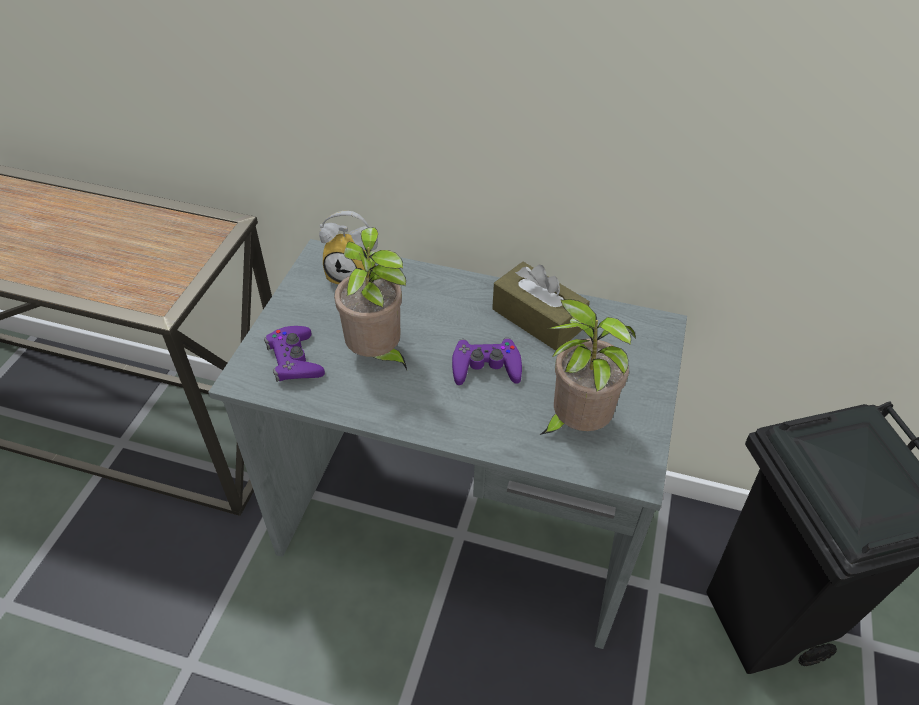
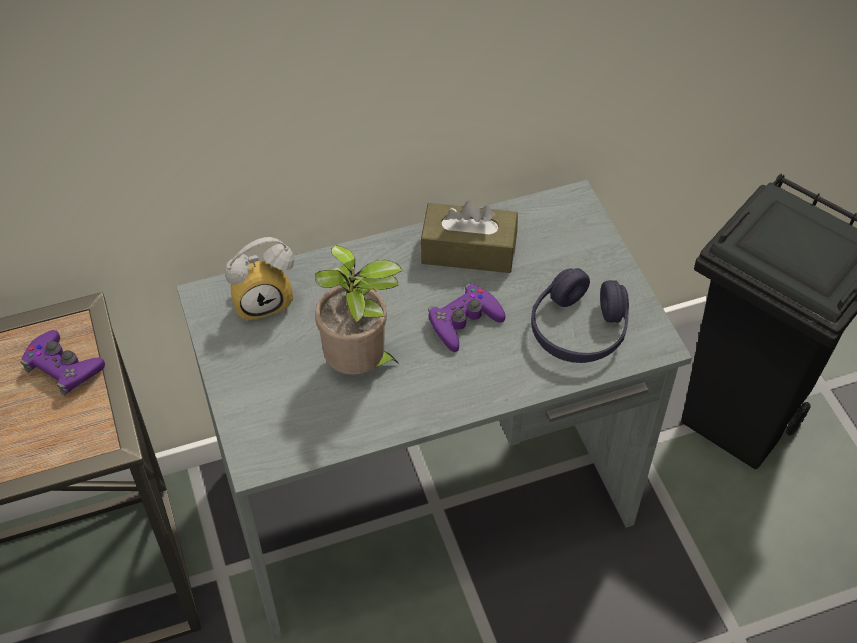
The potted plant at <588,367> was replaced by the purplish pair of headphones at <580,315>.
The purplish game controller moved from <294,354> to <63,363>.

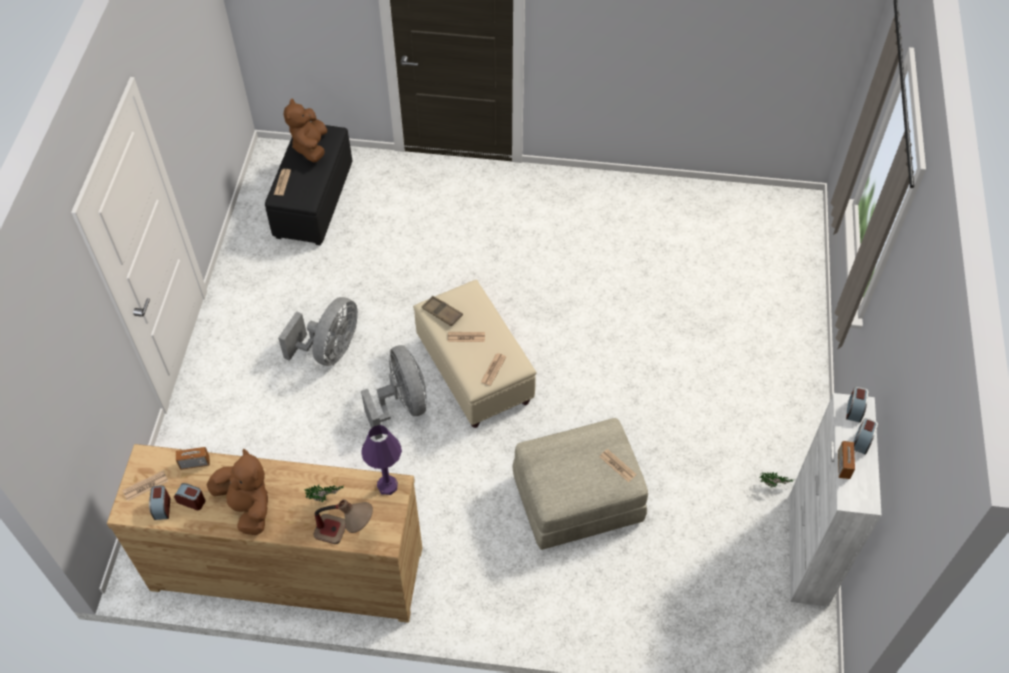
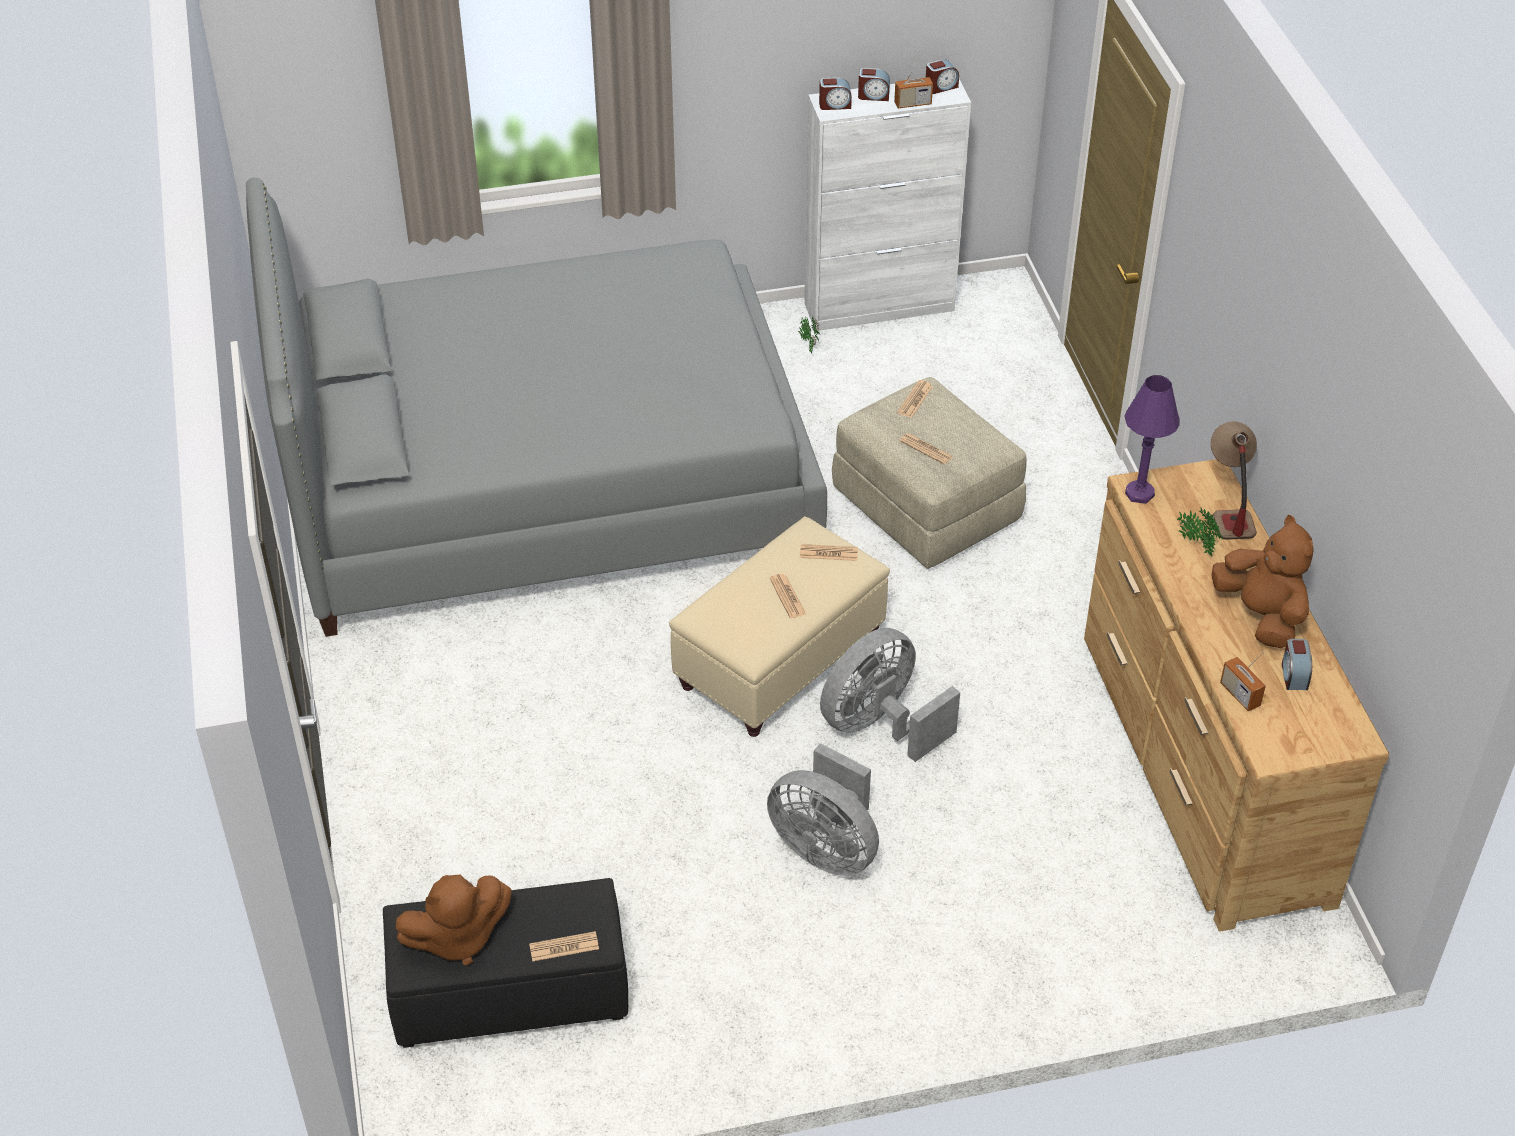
The brownish tray at <442,311> disappeared.
The greyish cooling fan at <318,331> turned 150 degrees counterclockwise.
The brownish soft toy at <237,492> turned 120 degrees clockwise.
The printed paper moved from <145,486> to <926,448>.
The table clock moved from <159,502> to <942,76>.
The greyish bedroom bed at <536,407> appeared.

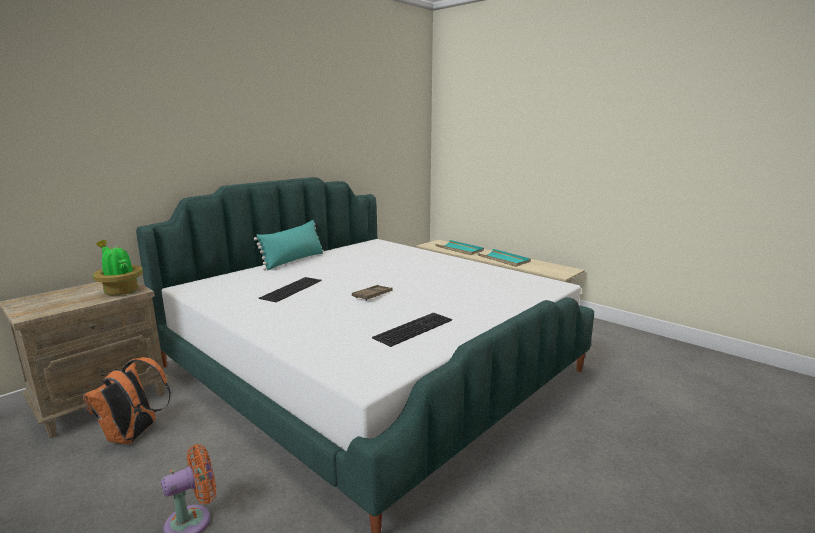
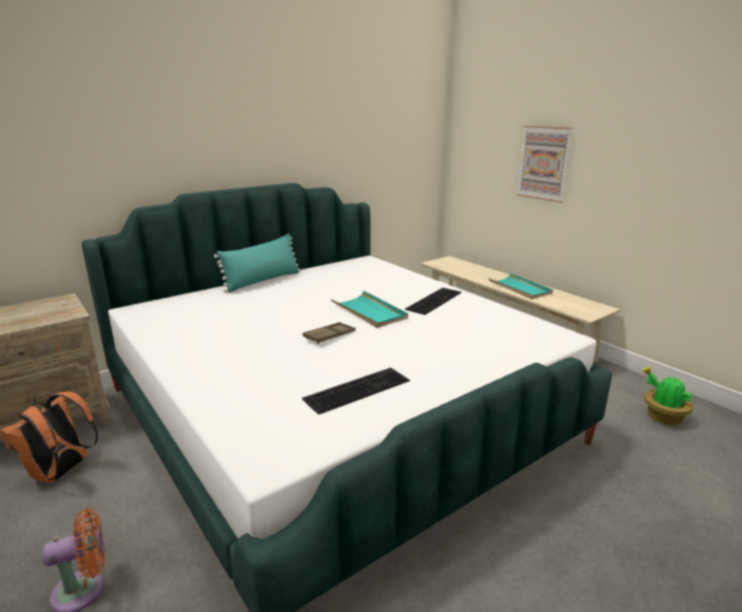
The potted plant moved from <118,267> to <667,395>.
The turquoise tray moved from <459,247> to <369,309>.
The computer keyboard moved from <290,289> to <433,301>.
The wall art at <544,164> appeared.

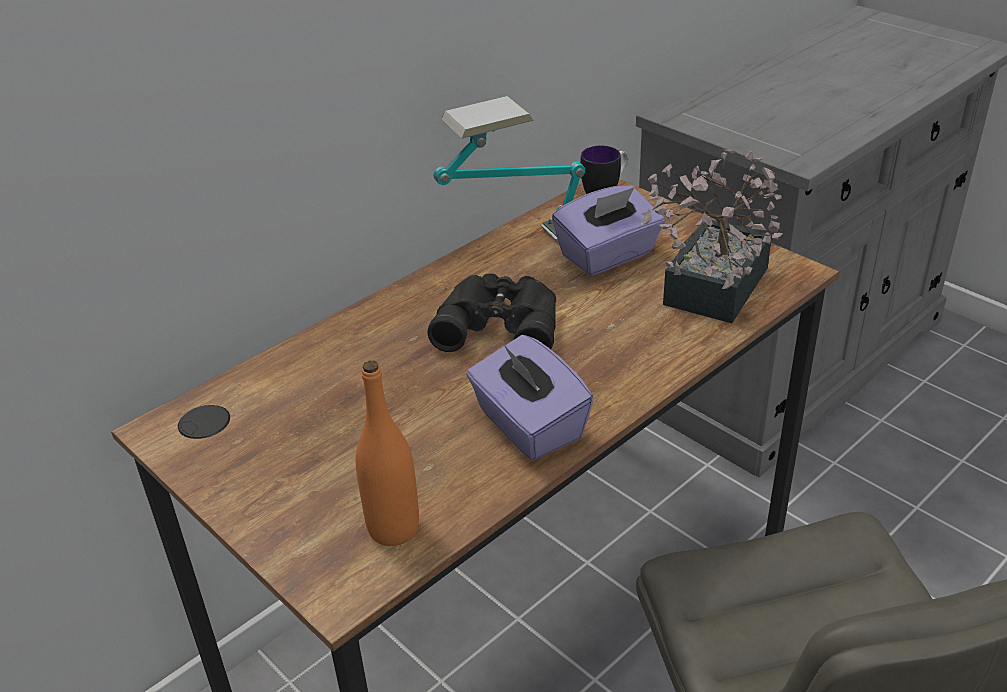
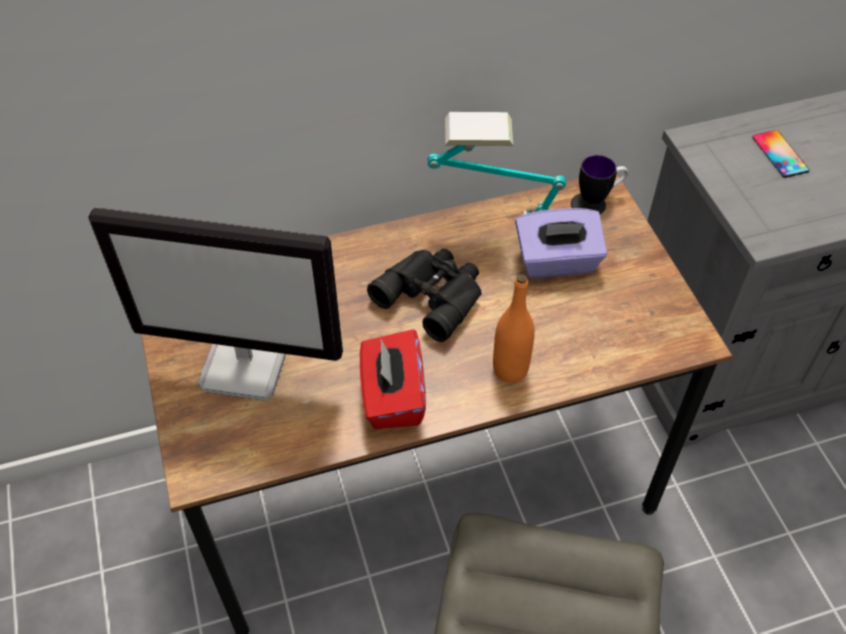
The potted plant at <712,236> disappeared.
The purplish box of tissues at <530,398> became the reddish box of tissues at <393,379>.
The orange-coloured beverage bottle moved from <387,453> to <514,328>.
The handset at <781,154> appeared.
The monitor at <215,304> appeared.

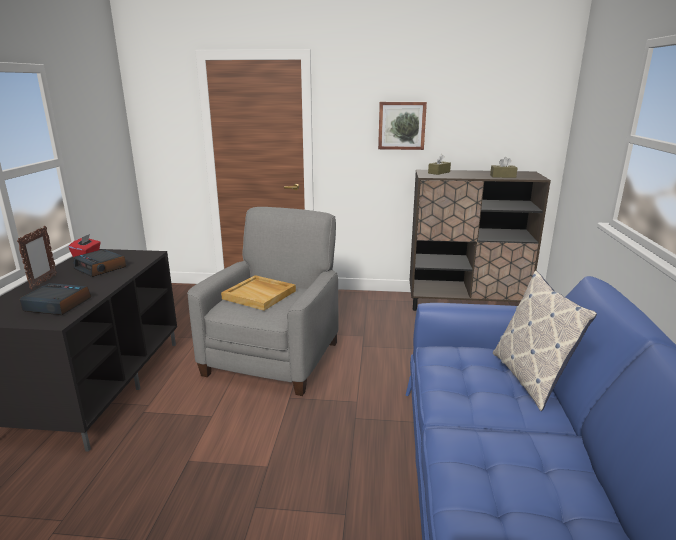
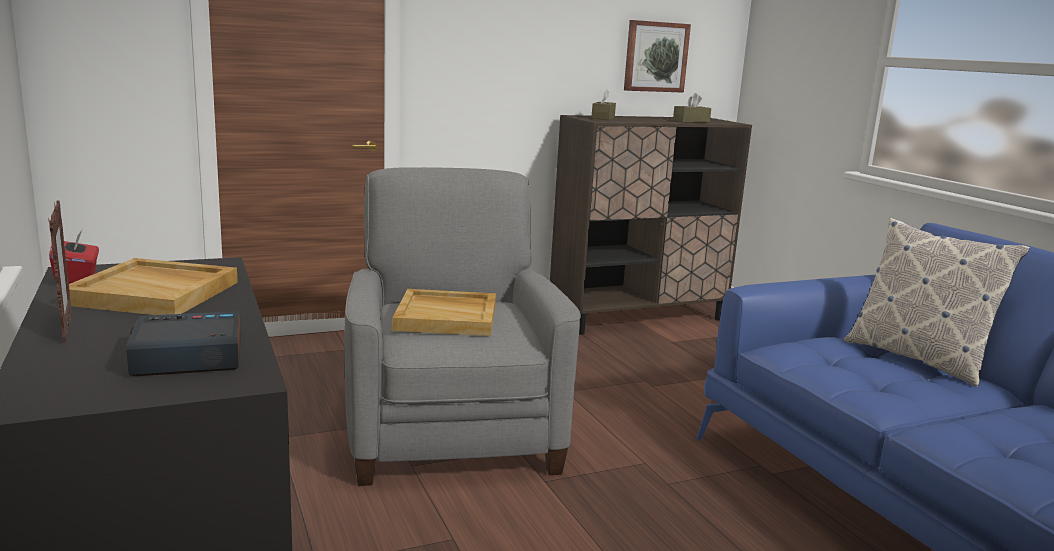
The wall art moved from <402,126> to <657,56>.
The table clock at <99,263> was replaced by the beige tray at <153,286>.

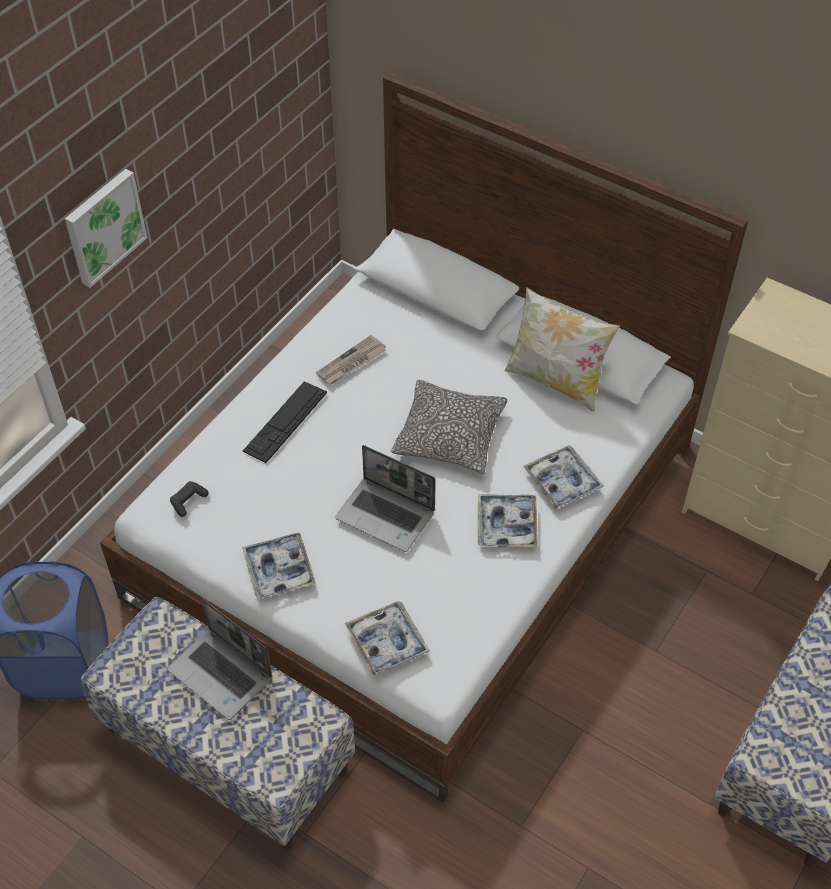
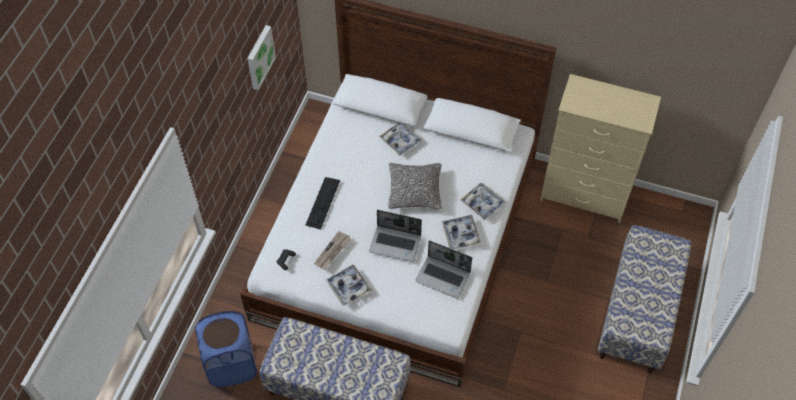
The wall art moved from <106,228> to <261,57>.
The pillow at <562,349> disappeared.
The printed paper moved from <351,360> to <332,250>.
The portable computer moved from <219,659> to <443,269>.
The tray moved from <387,638> to <400,139>.

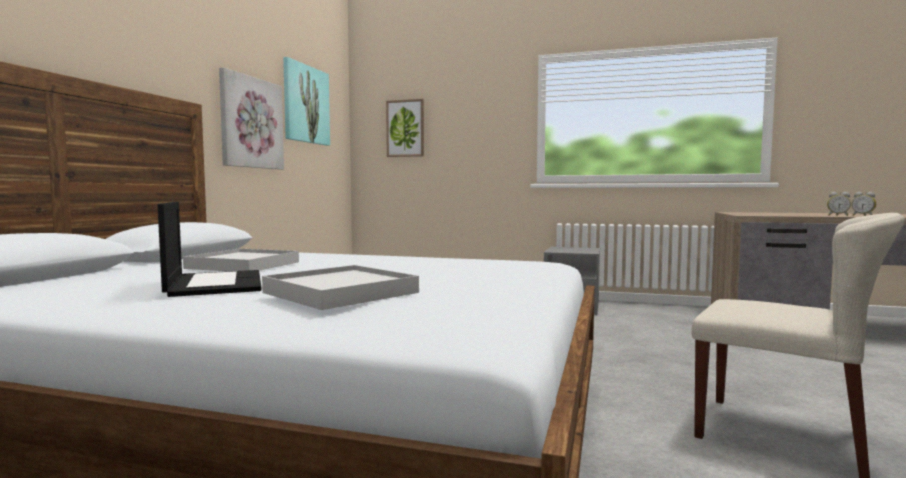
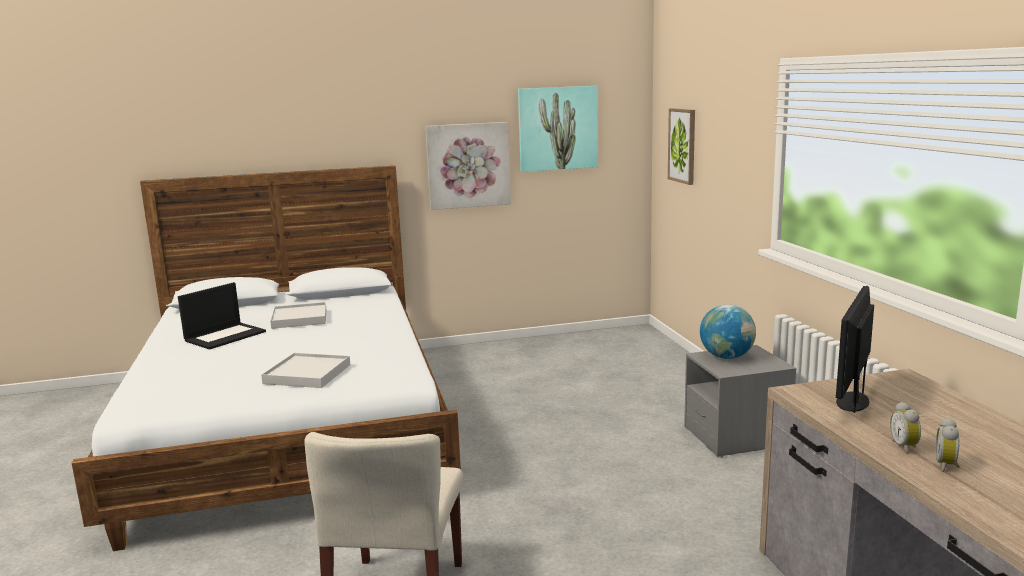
The whitish tray moved from <340,287> to <305,370>.
The monitor at <855,349> appeared.
The desk globe at <728,331> appeared.

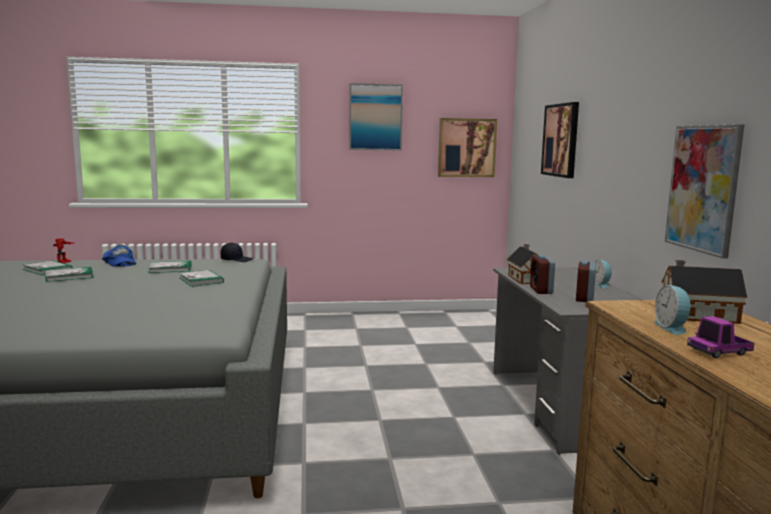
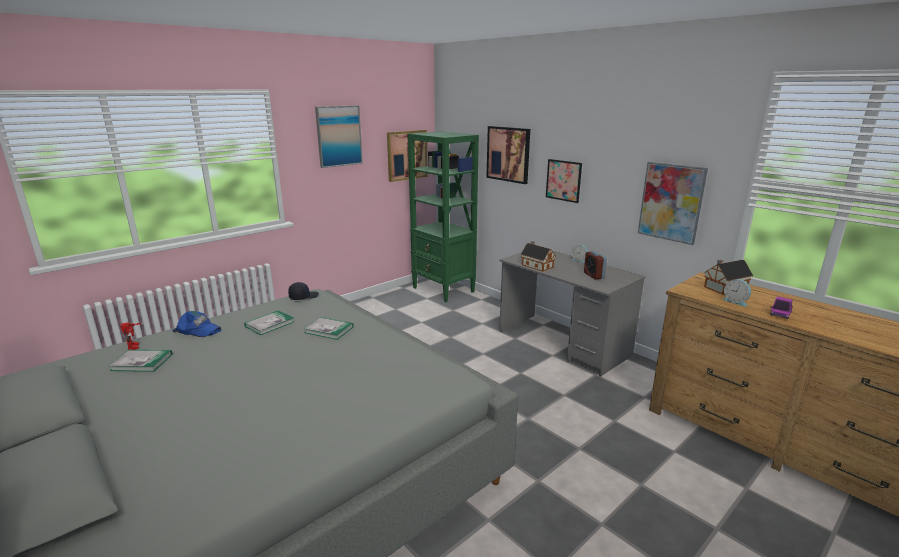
The table clock at <542,274> disappeared.
The book at <69,274> disappeared.
The green-coloured bookcase at <443,216> appeared.
The wall art at <564,181> appeared.

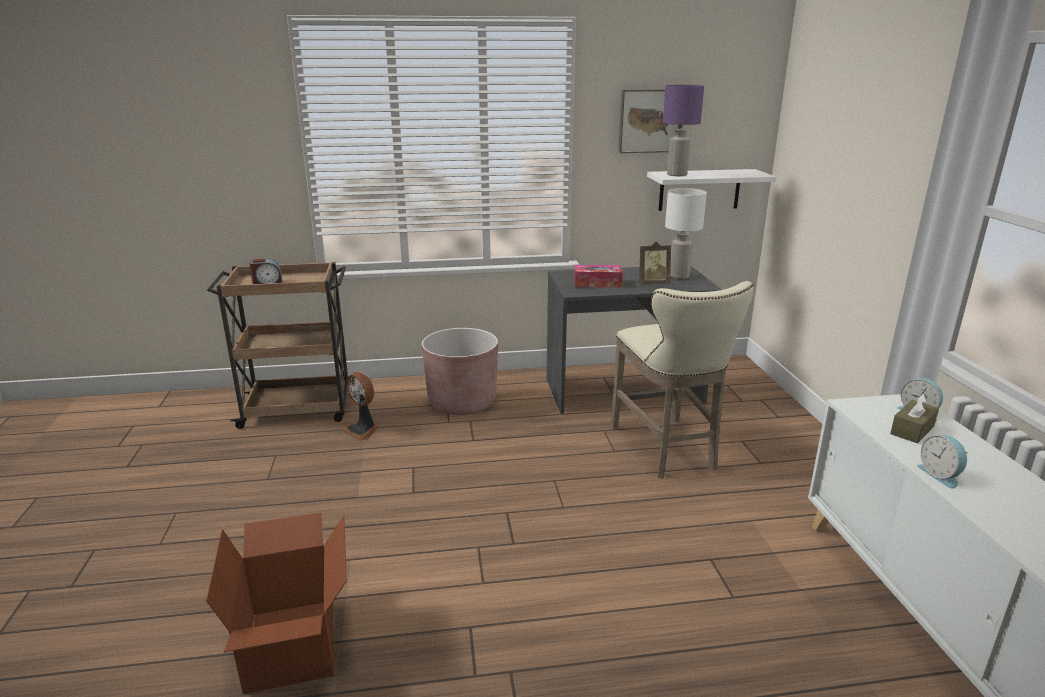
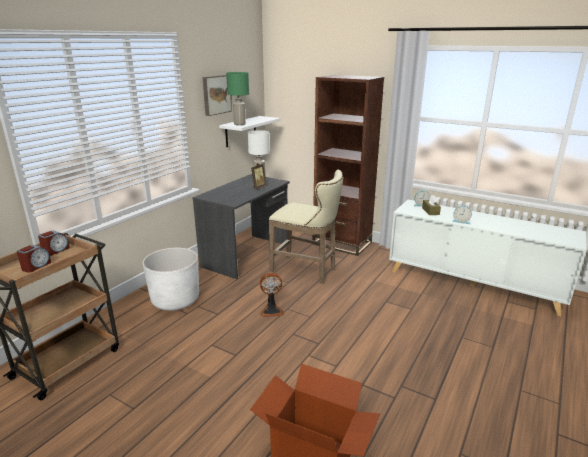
The purplish lamp for a table at <683,130> became the green-coloured lamp for a table at <237,98>.
The box of tissues at <598,276> disappeared.
The brownish plant pot at <460,371> became the whitish plant pot at <171,279>.
The cooling fan moved from <360,406> to <272,295>.
The brownish bookcase at <348,165> appeared.
The table clock at <54,243> appeared.

